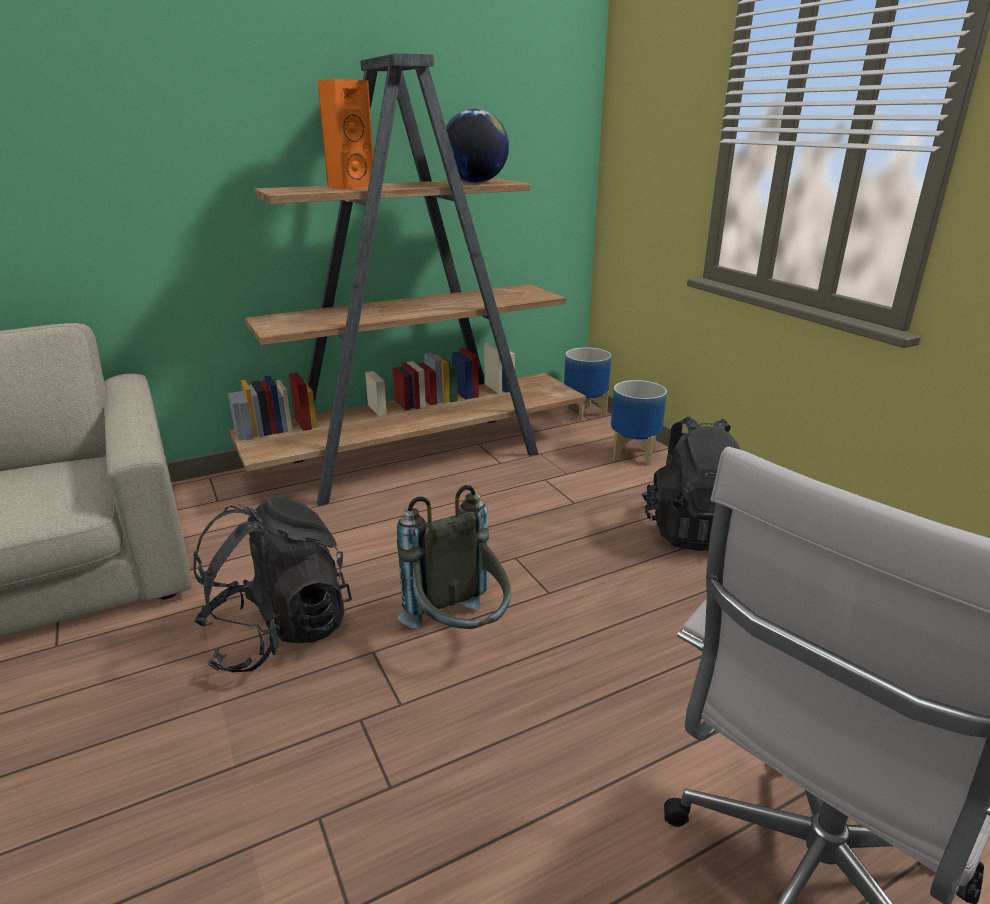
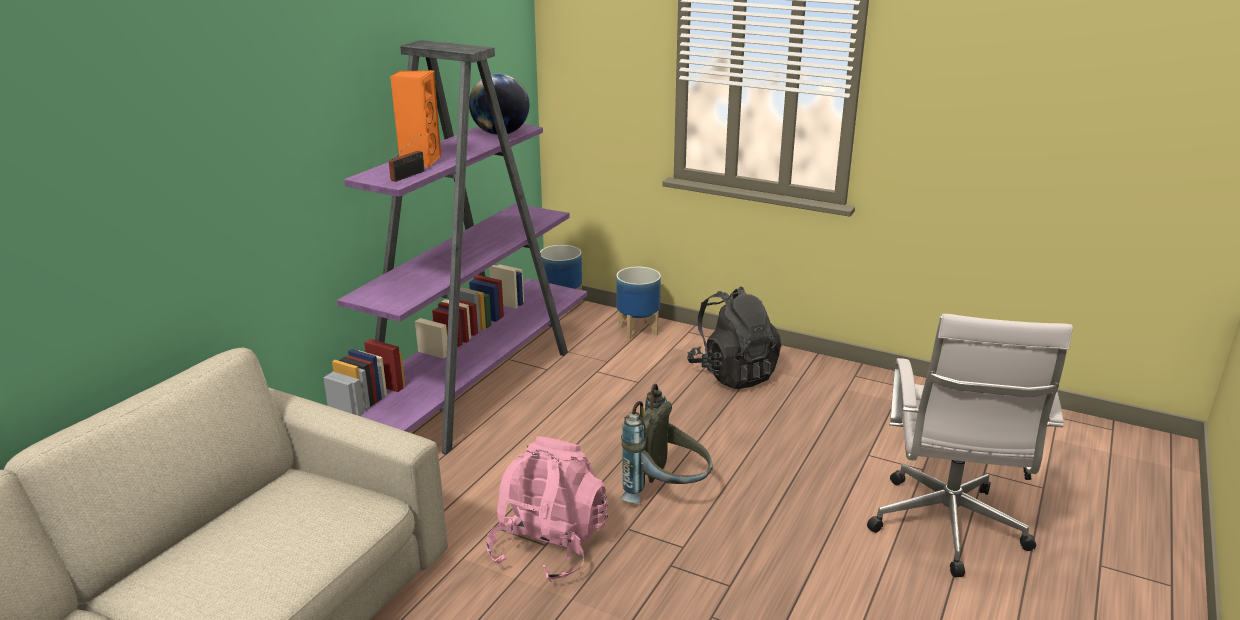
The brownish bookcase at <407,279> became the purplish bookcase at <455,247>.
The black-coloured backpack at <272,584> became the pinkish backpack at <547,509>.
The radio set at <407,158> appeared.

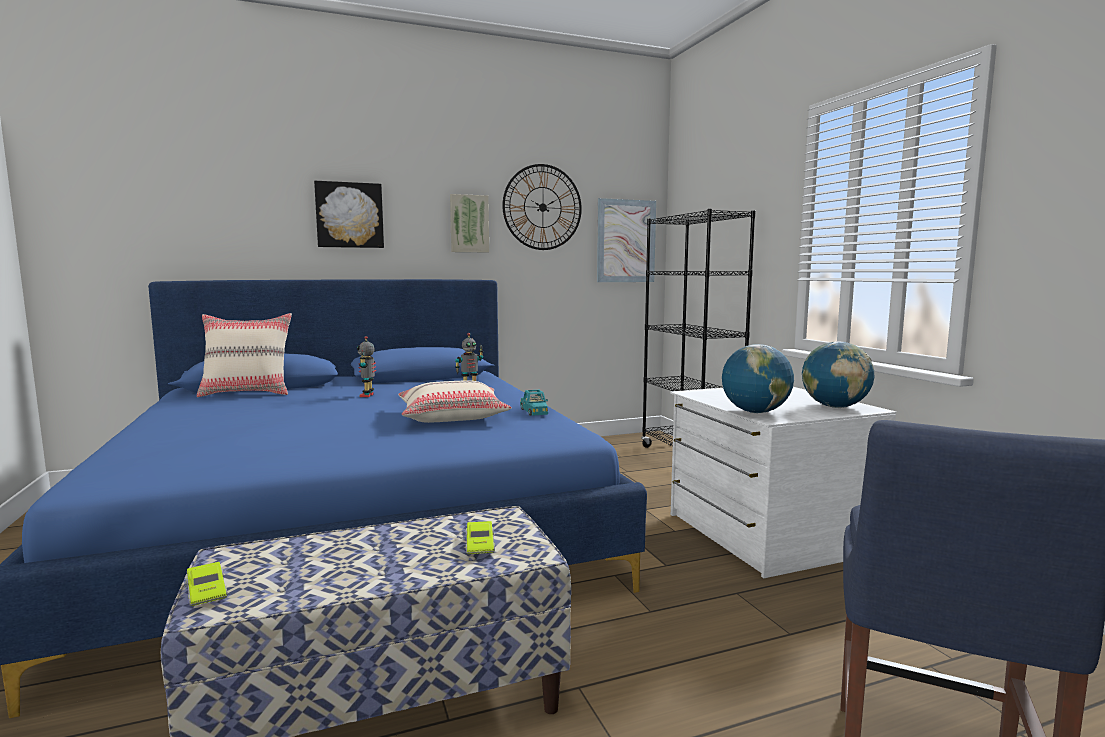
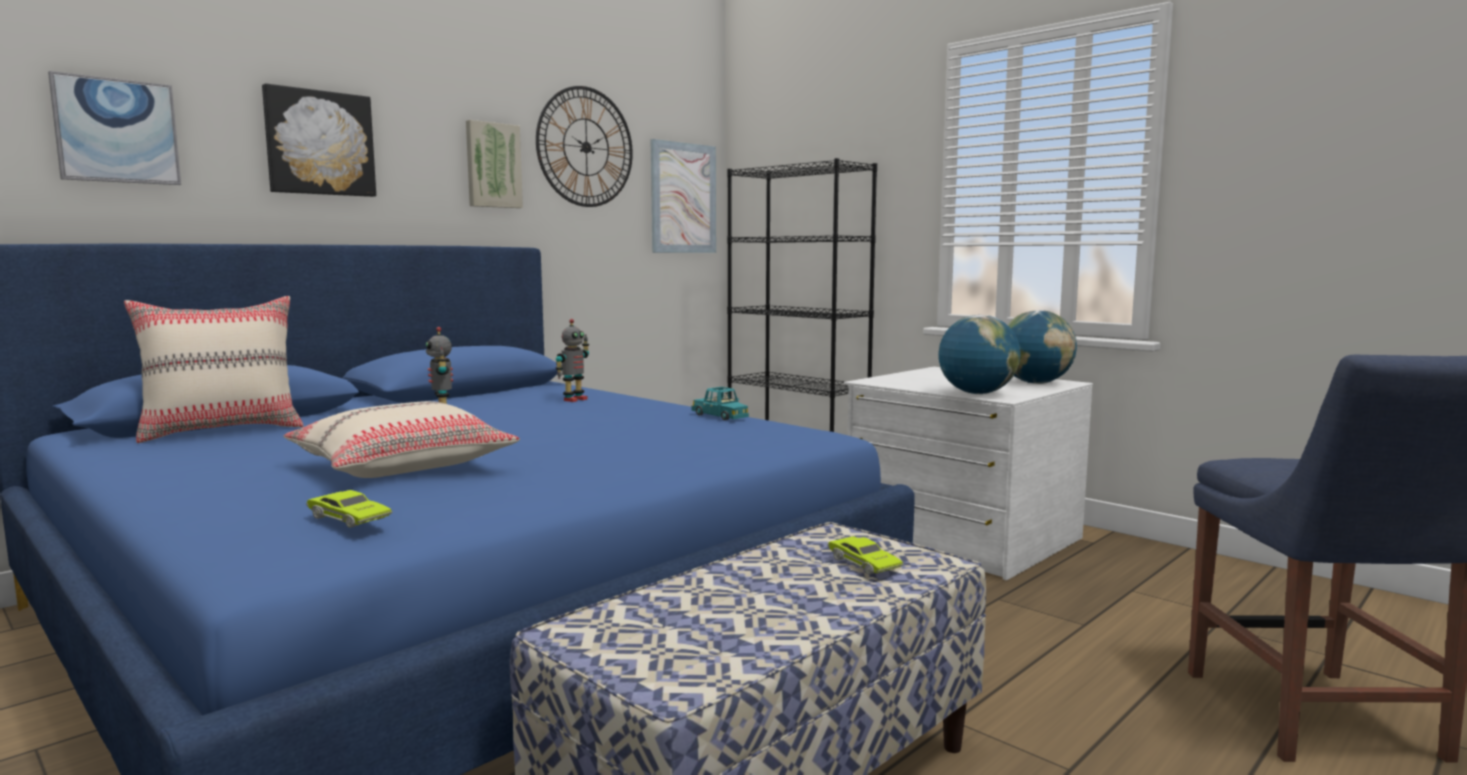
The beige pillow moved from <455,401> to <402,439>.
The green-coloured toy car moved from <207,584> to <349,509>.
The wall art at <114,128> appeared.

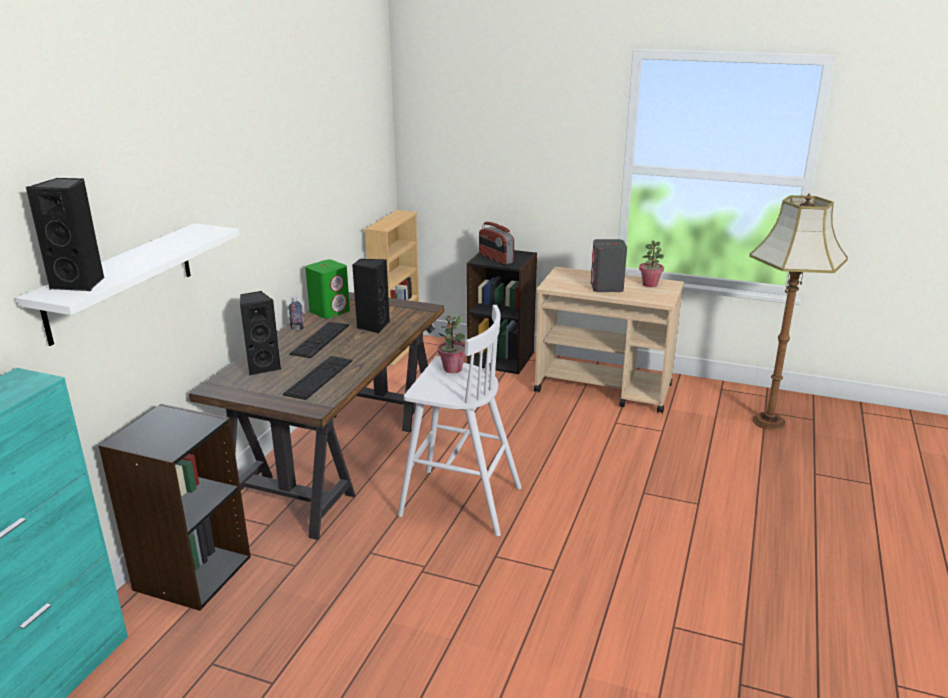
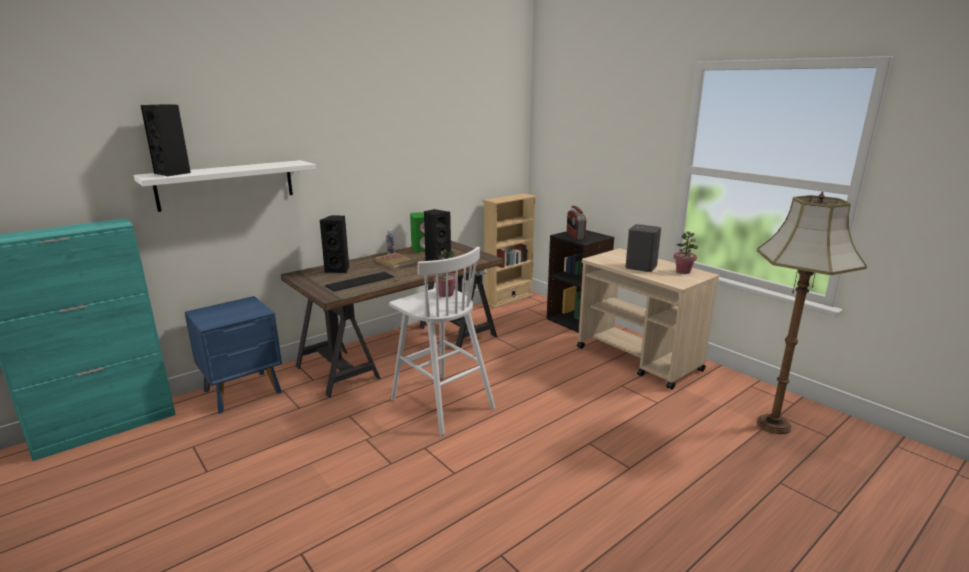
The computer keyboard at <319,340> was replaced by the book at <394,261>.
The black-coloured bookcase at <175,507> was replaced by the blue night table at <233,355>.

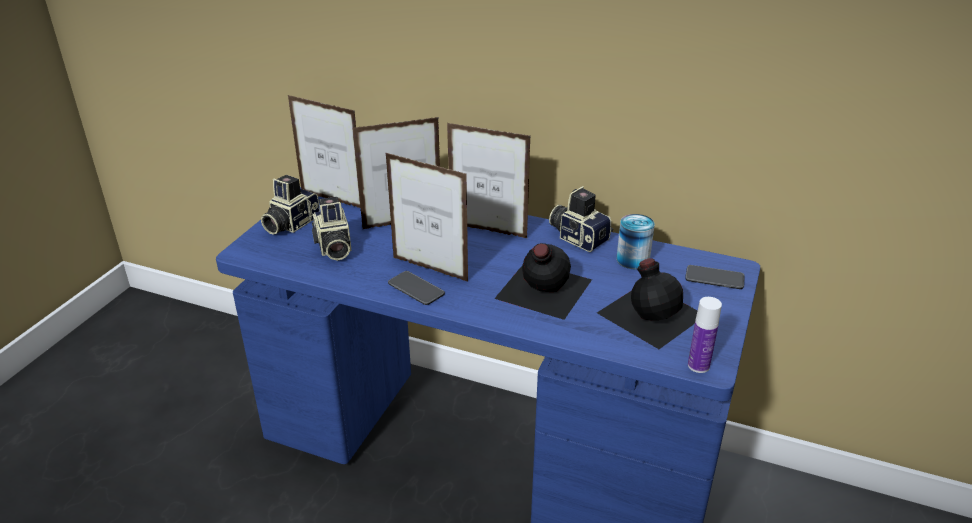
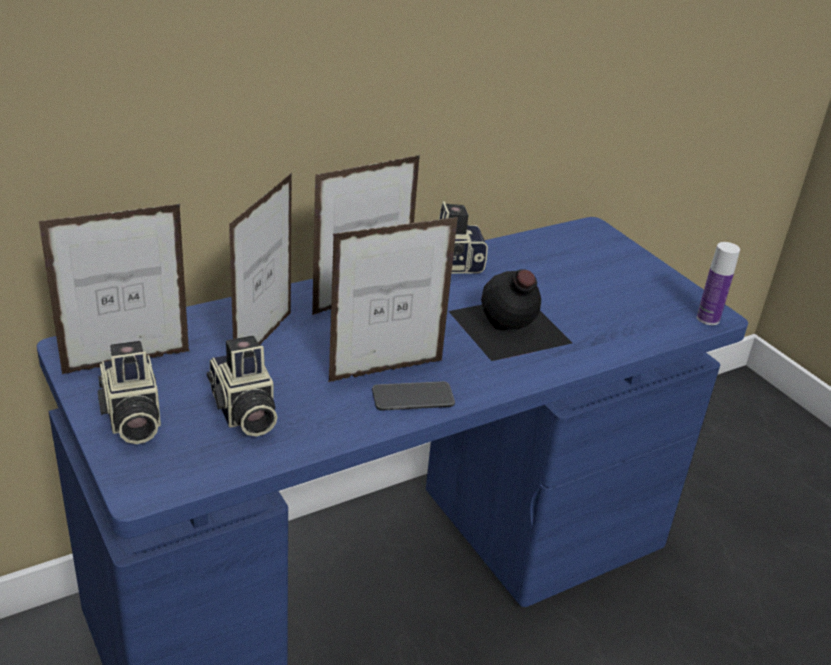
The photo camera at <331,229> turned 45 degrees clockwise.
The sealed can at <636,241> disappeared.
The black-coloured beverage bottle at <647,303> disappeared.
The handset at <715,277> disappeared.

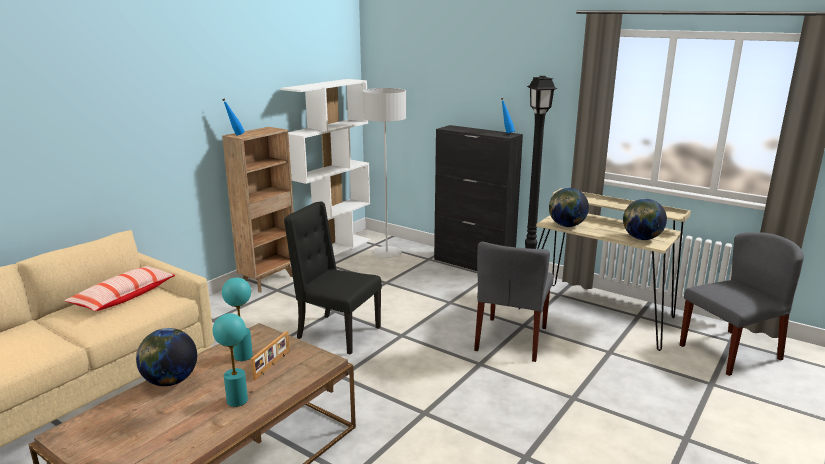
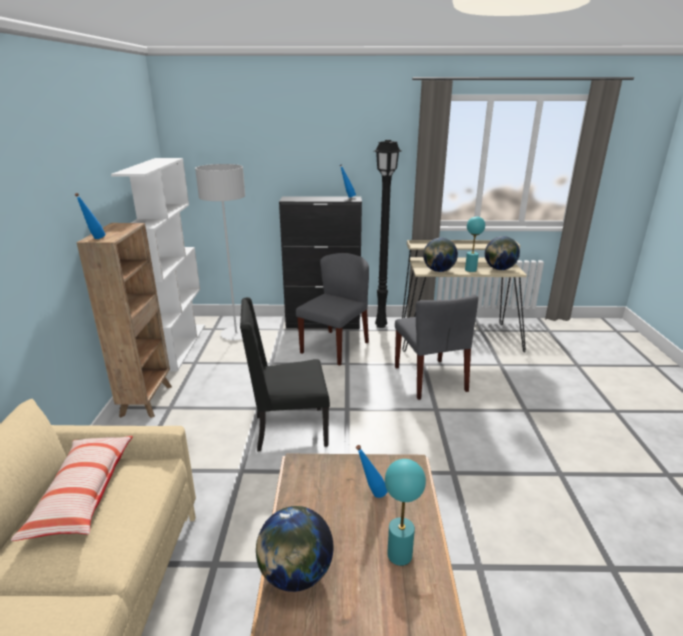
The greyish upright chair moved from <742,304> to <332,309>.
The turquoise lamp for a table moved from <237,319> to <475,244>.
The standing frame at <270,355> was replaced by the blue beverage bottle at <372,471>.

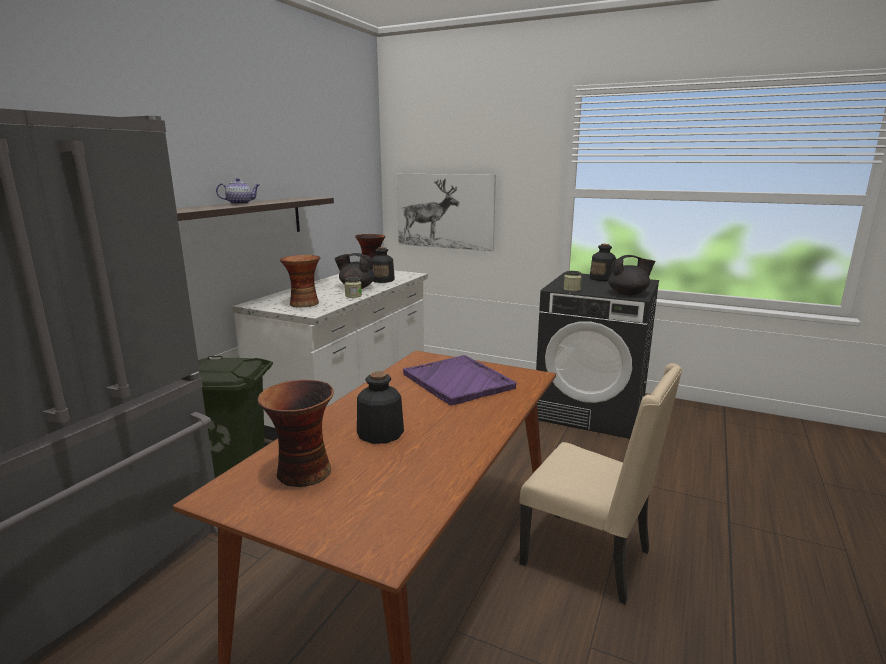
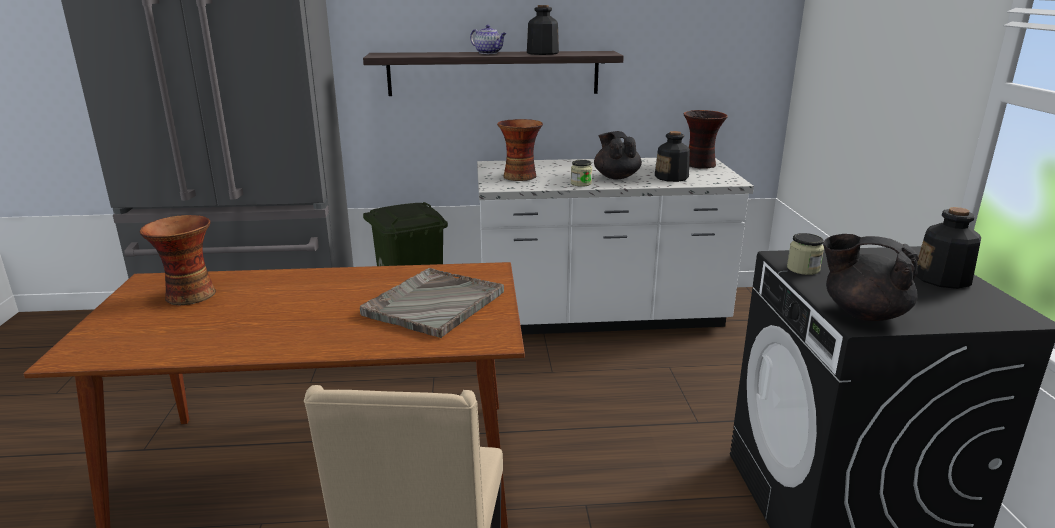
The wall art at <446,212> disappeared.
The black-coloured pot for tea at <631,275> turned 150 degrees clockwise.
The purplish tray at <459,380> became the greyish tray at <432,303>.
The beverage bottle moved from <380,408> to <543,30>.

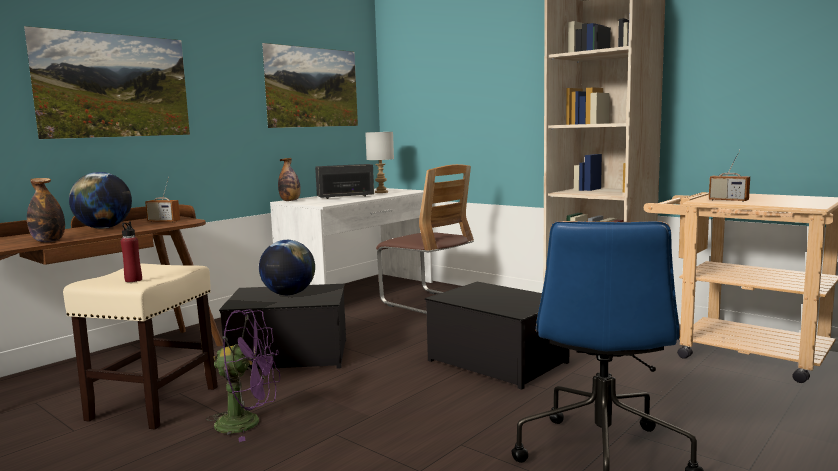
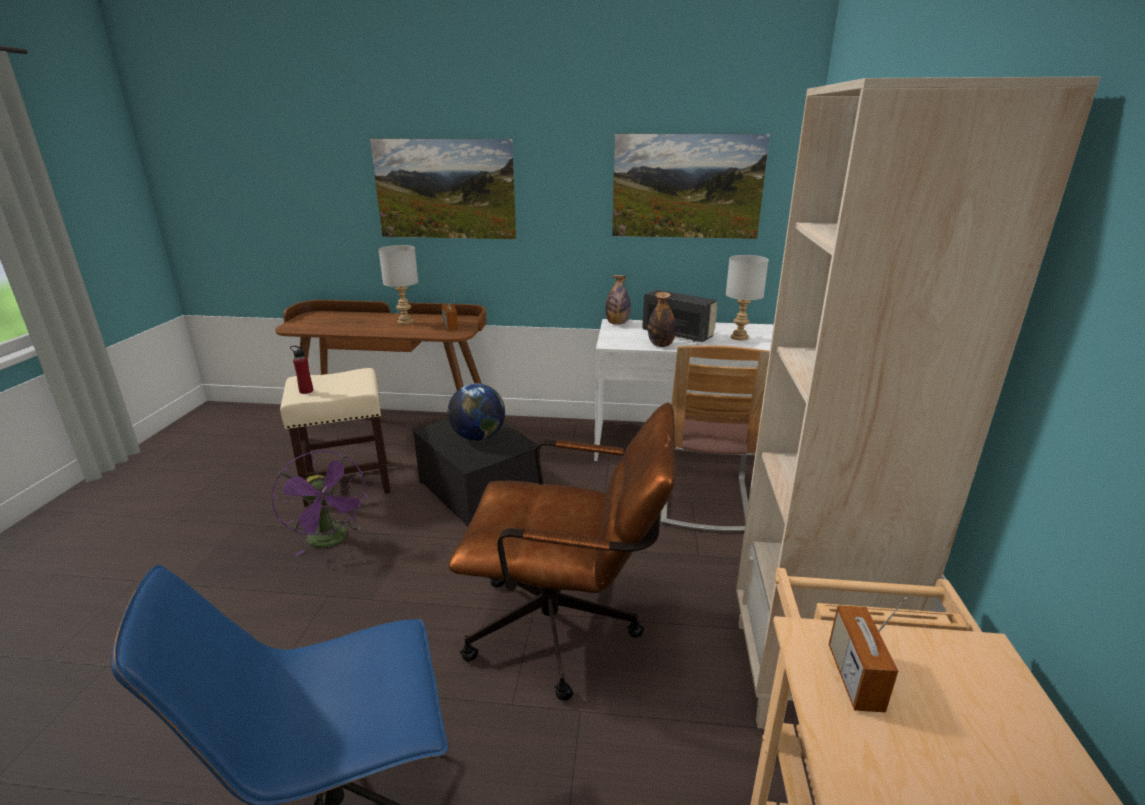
The desk globe at <100,200> was replaced by the greyish lamp for a table at <398,285>.
The beverage bottle moved from <46,210> to <662,319>.
The storage box at <497,336> was replaced by the brownish computer chair at <562,552>.

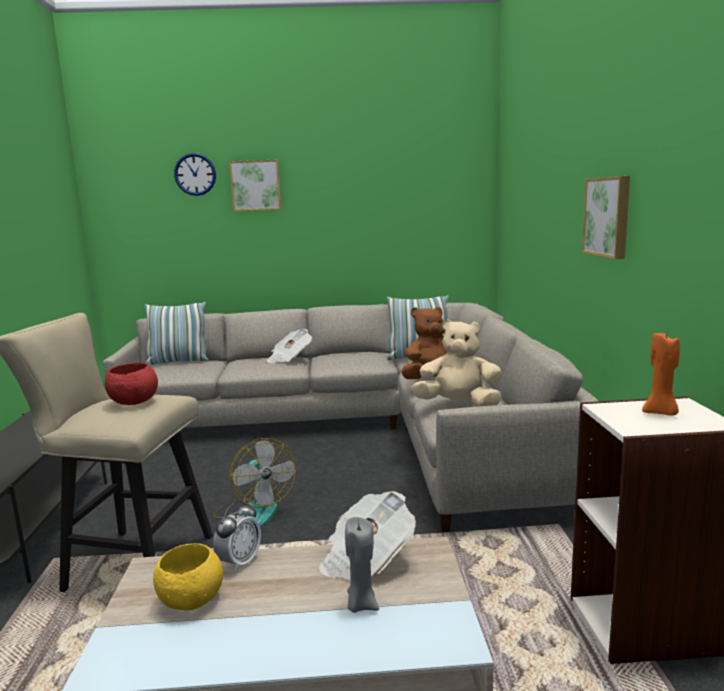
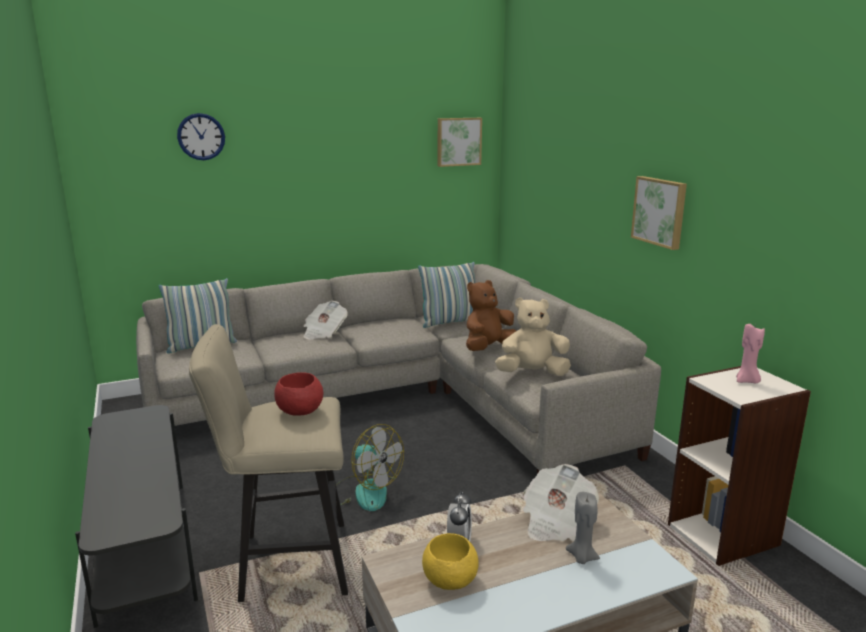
The wall art moved from <255,185> to <460,142>.
The orange-coloured wax candle at <661,374> became the pinkish wax candle at <750,353>.

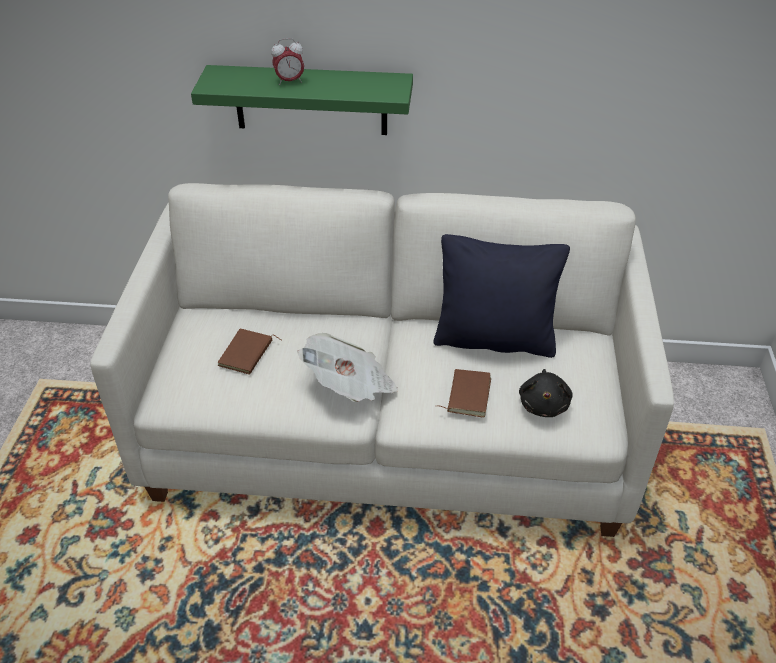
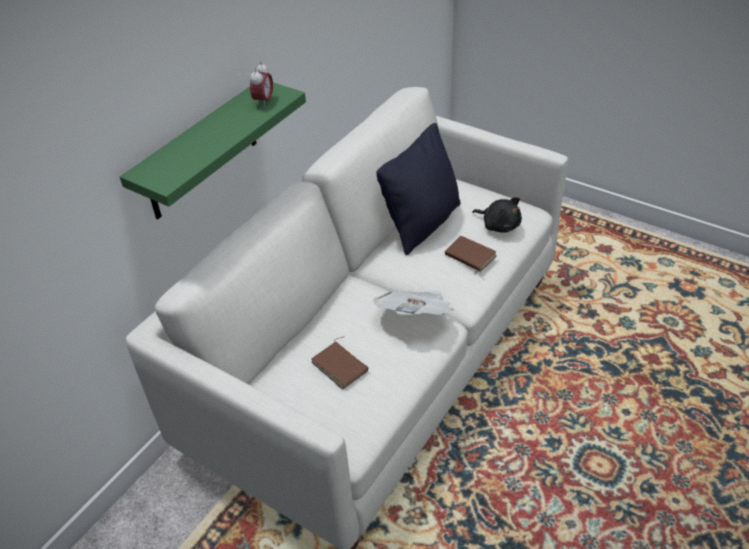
The table clock moved from <287,61> to <261,84>.

